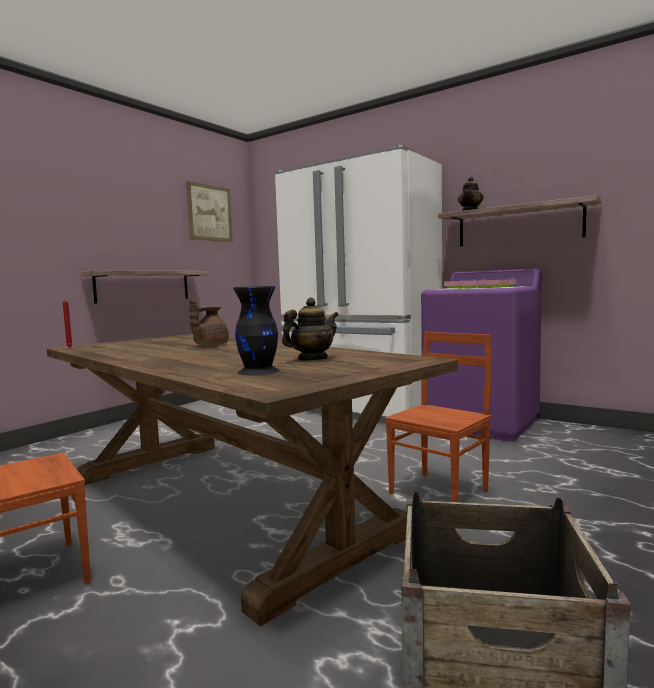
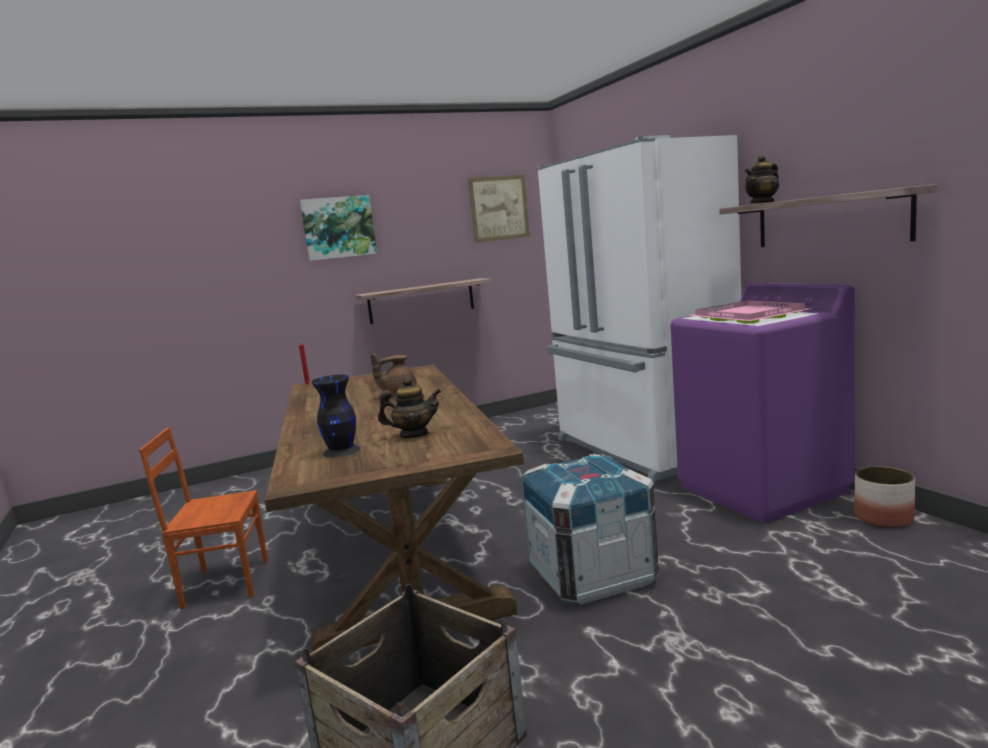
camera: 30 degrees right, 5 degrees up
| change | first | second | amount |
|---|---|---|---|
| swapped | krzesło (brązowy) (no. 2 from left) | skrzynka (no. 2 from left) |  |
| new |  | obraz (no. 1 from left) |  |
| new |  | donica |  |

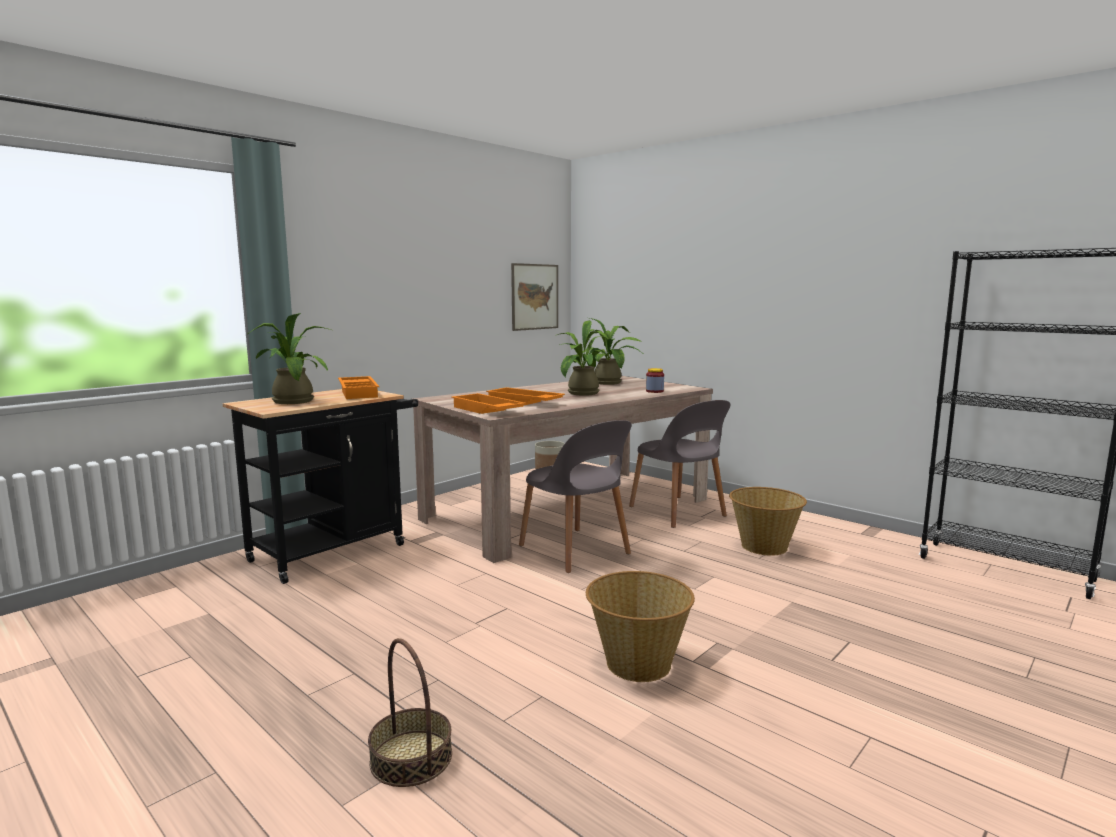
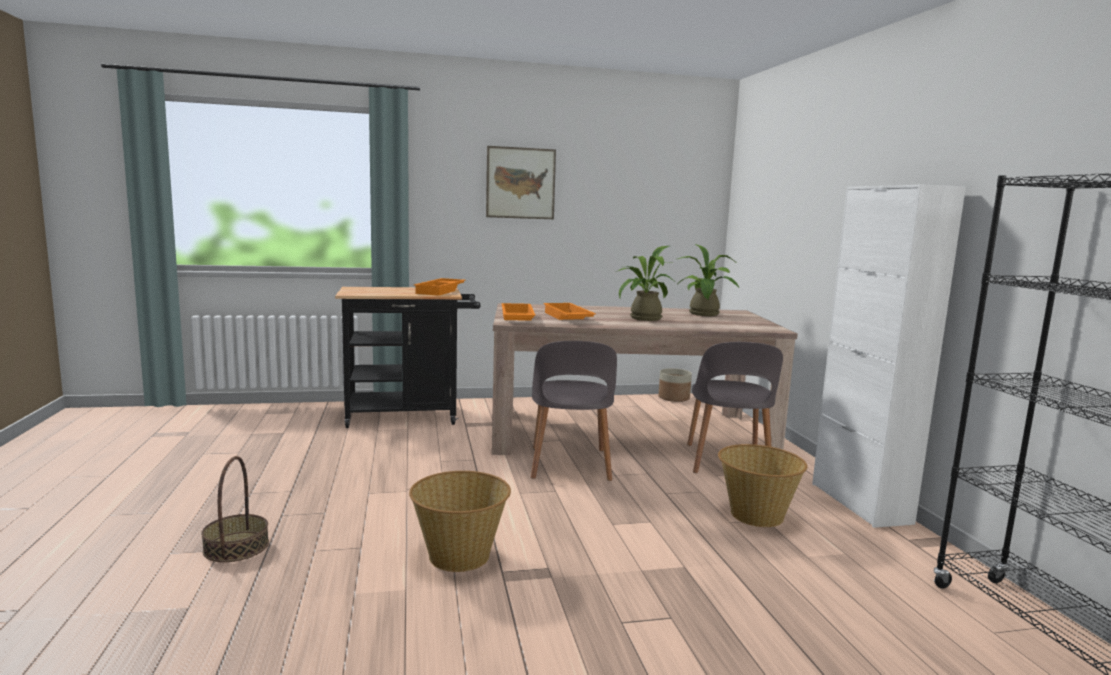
camera: 35 degrees right, 0 degrees up
| change | first | second | amount |
|---|---|---|---|
| shifted | obraz |  |  |
| gone | roślina doniczkowa (no. 1 from left) |  |  |
| gone | słoik |  |  |
| new |  | szafka (biały) |  |

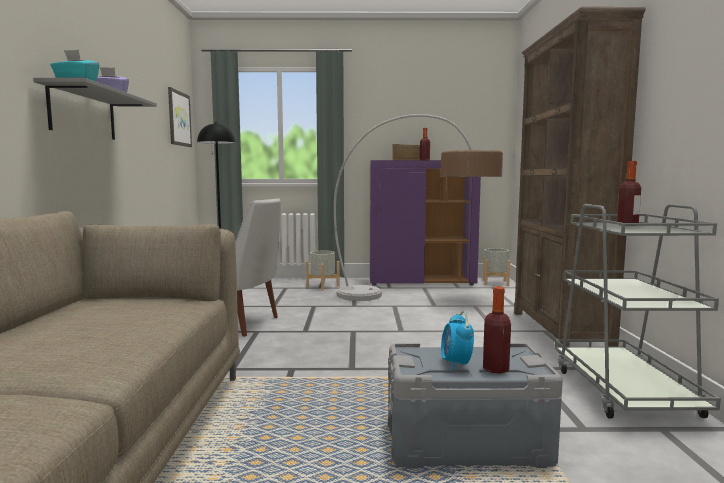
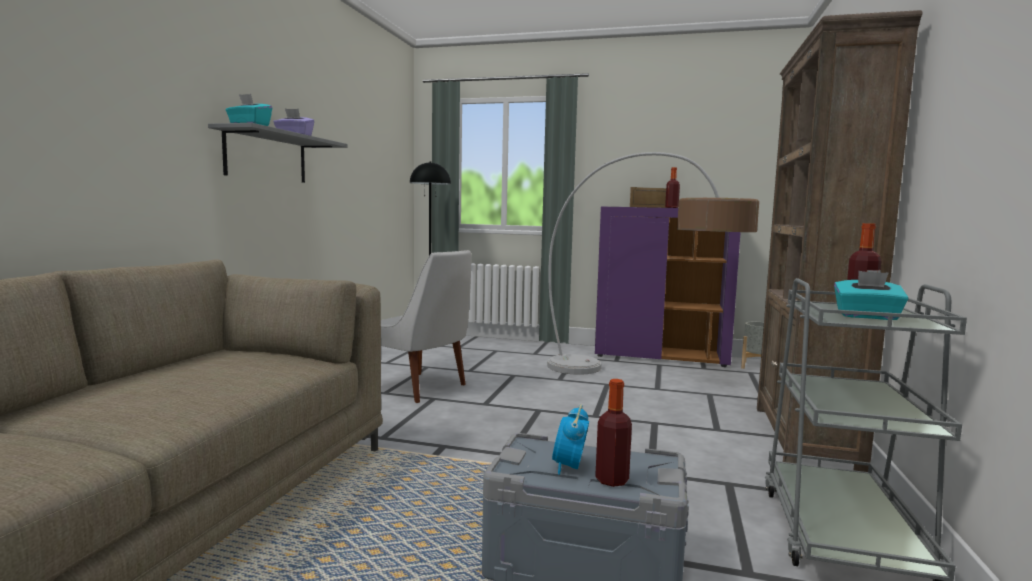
camera: 15 degrees right, 0 degrees up
| change | first | second | amount |
|---|---|---|---|
| gone | obraz |  |  |
| gone | donica (szary) (no. 1 from left) |  |  |
| new |  | pudełko chusteczek (turkusowy) (no. 2 from left) |  |

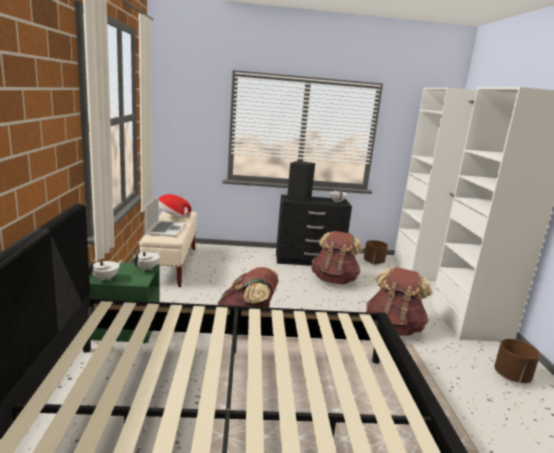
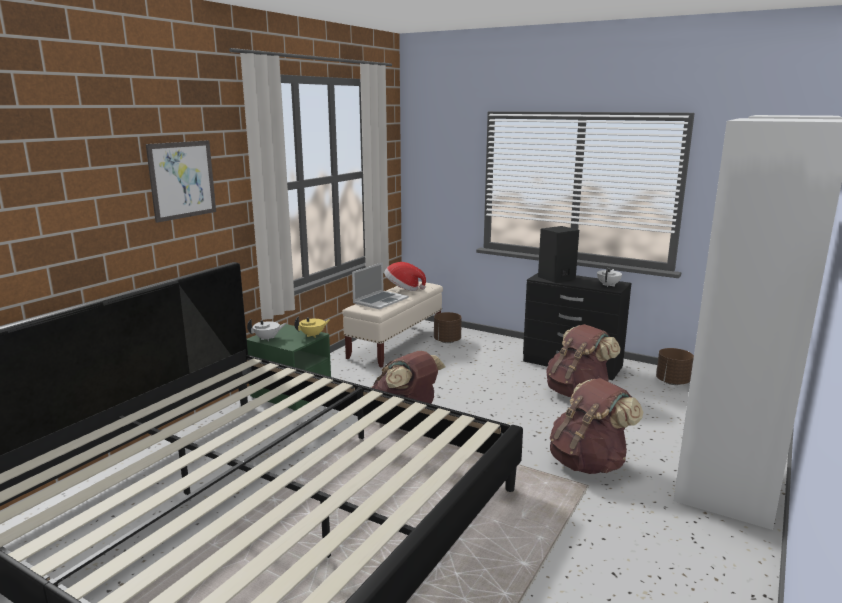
camera: 35 degrees right, 0 degrees up
| change | first | second | amount |
|---|---|---|---|
| repainted | imbryk (biały) (no. 2 from left) | imbryk (żółty) |  |
| shifted | donica (brązowy) (no. 2 from left in the first image) | donica (brązowy) (no. 1 from left) |  |
| new |  | obraz |  |

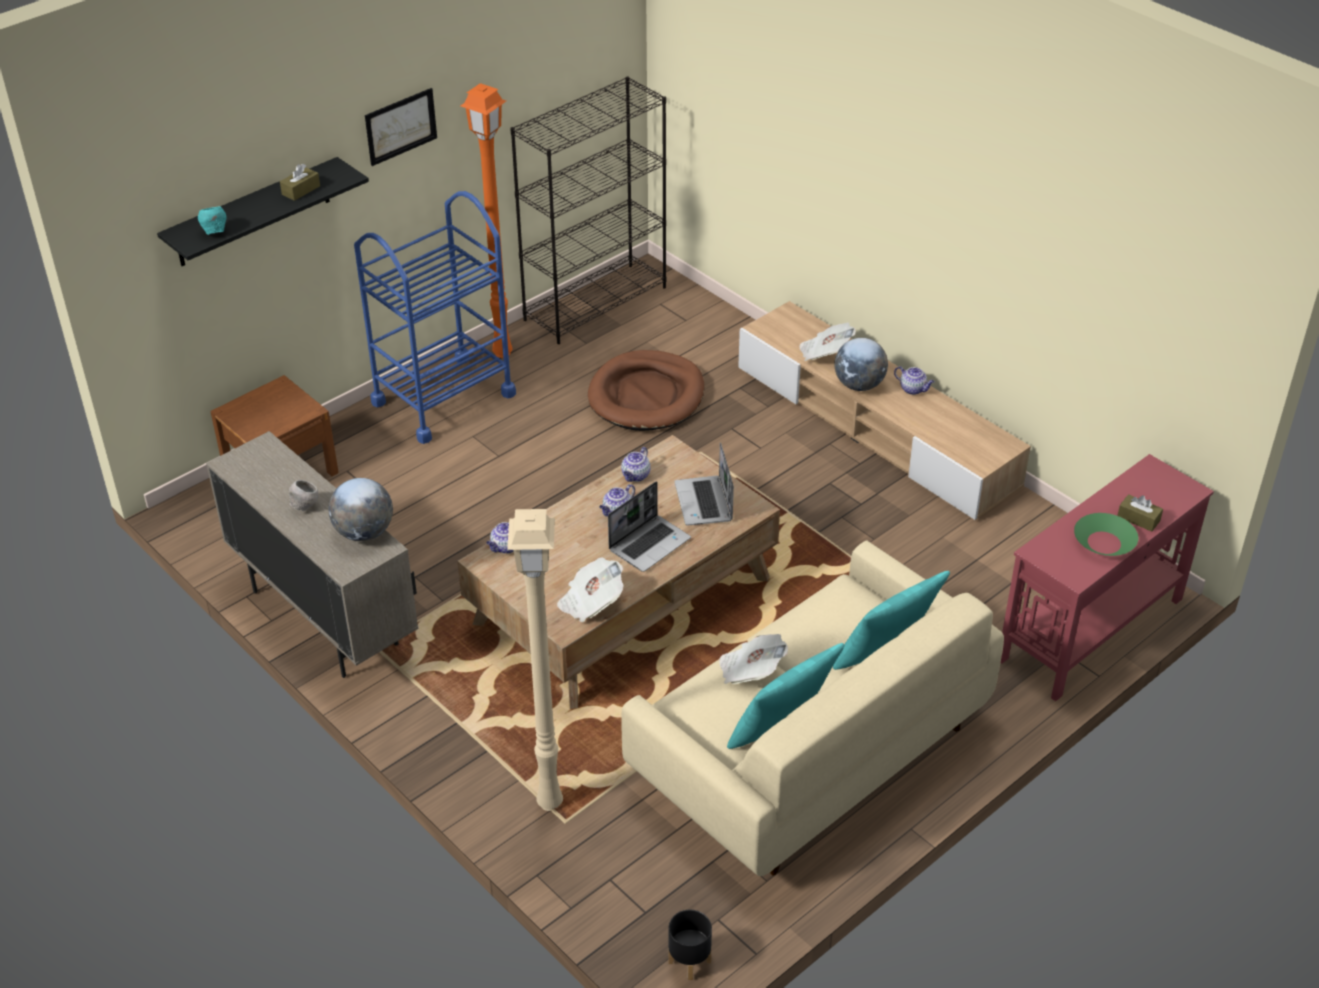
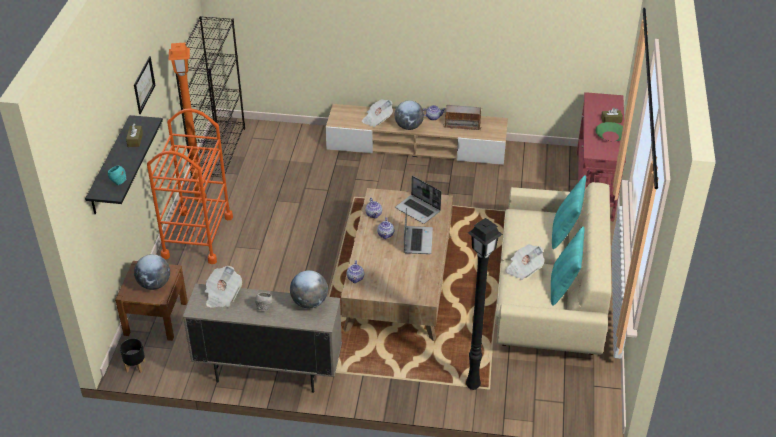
camera: 40 degrees left, 0 degrees up
| change | first | second | amount |
|---|---|---|---|
| repainted | wózek (niebieski) | wózek (pomarańczowy) |  |
| gone | legowisko (brązowy) |  |  |
| repainted | lampa stojąca (beżowy) | lampa stojąca (czarny) |  |
| shifted | gazeta (no. 1 from left) |  |  |
| shifted | donica (czarny) |  |  |
| new |  | radio |  |
| new |  | globus (no. 1 from left) |  |

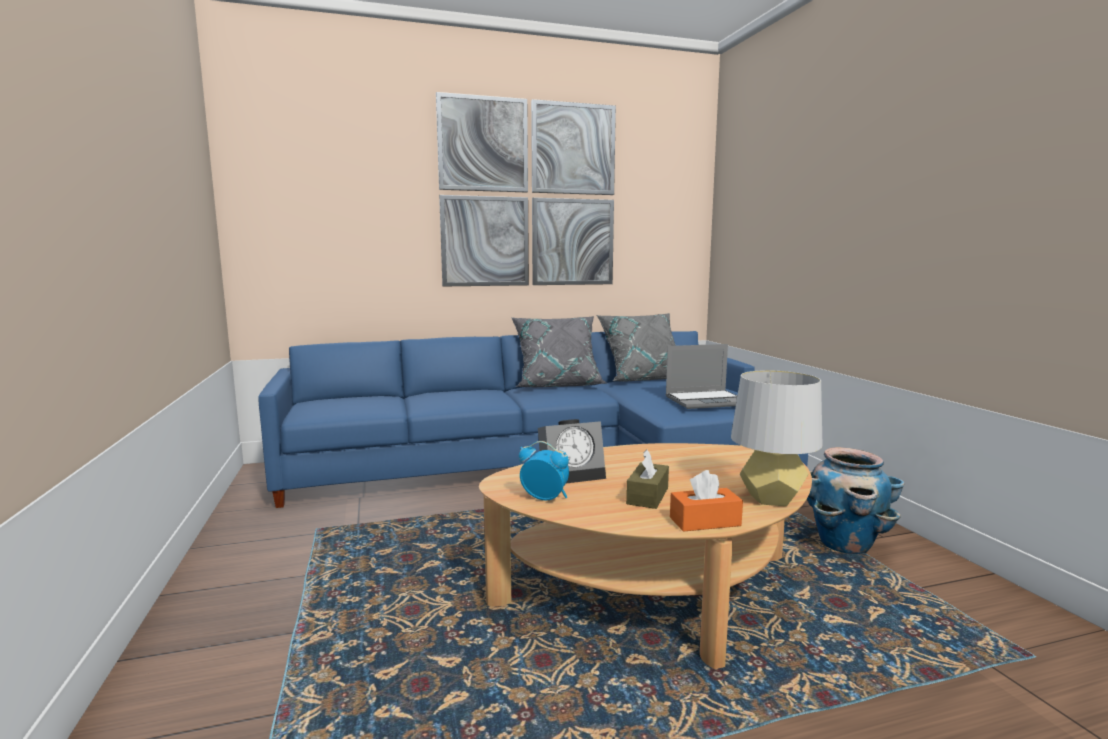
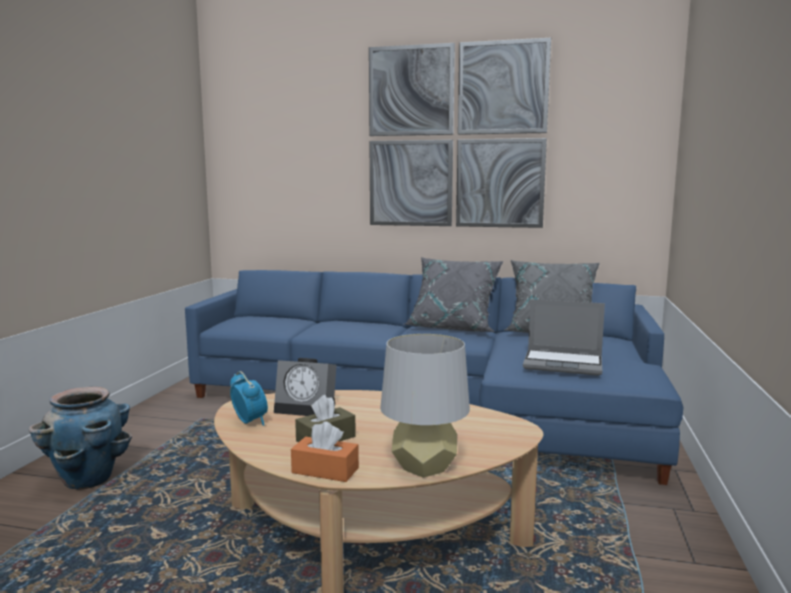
camera: 30 degrees right, 0 degrees up
| change | first | second | amount |
|---|---|---|---|
| shifted | donica |  |  |

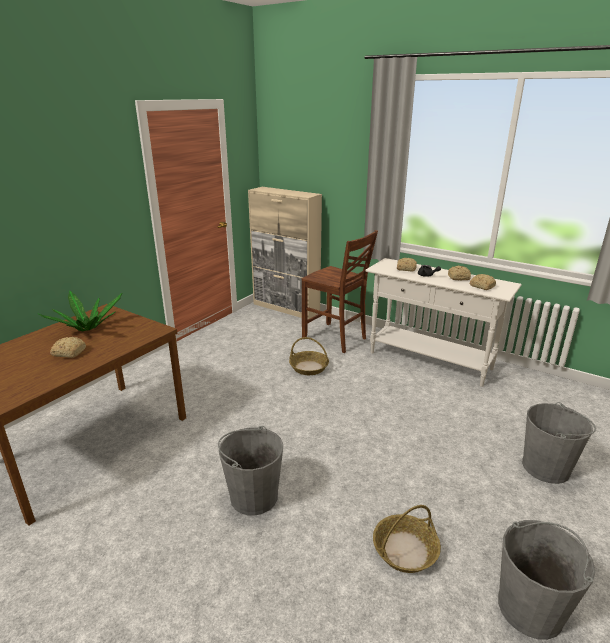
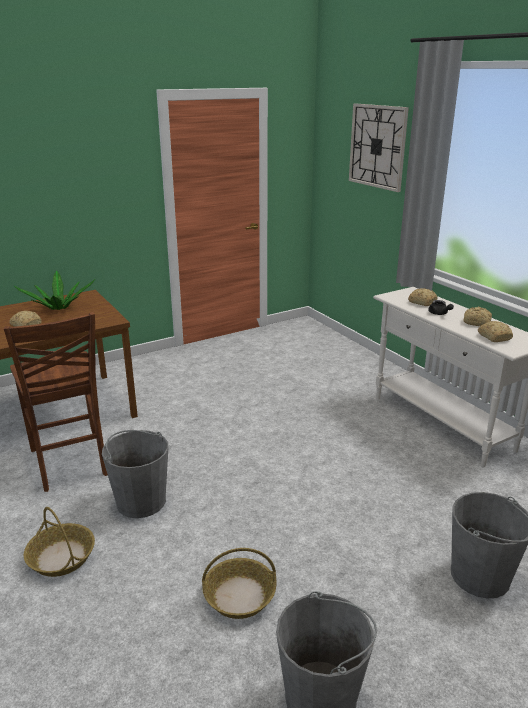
camera: 25 degrees right, 0 degrees up
| change | first | second | amount |
|---|---|---|---|
| gone | szafka (beżowy) |  |  |
| shifted | krzesło (brązowy) |  |  |
| shifted | koszyk (no. 1 from left) |  |  |
| new |  | zegar ścienny |  |

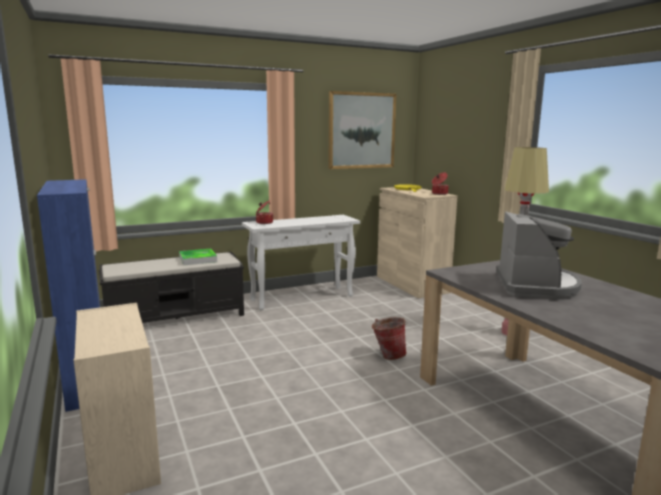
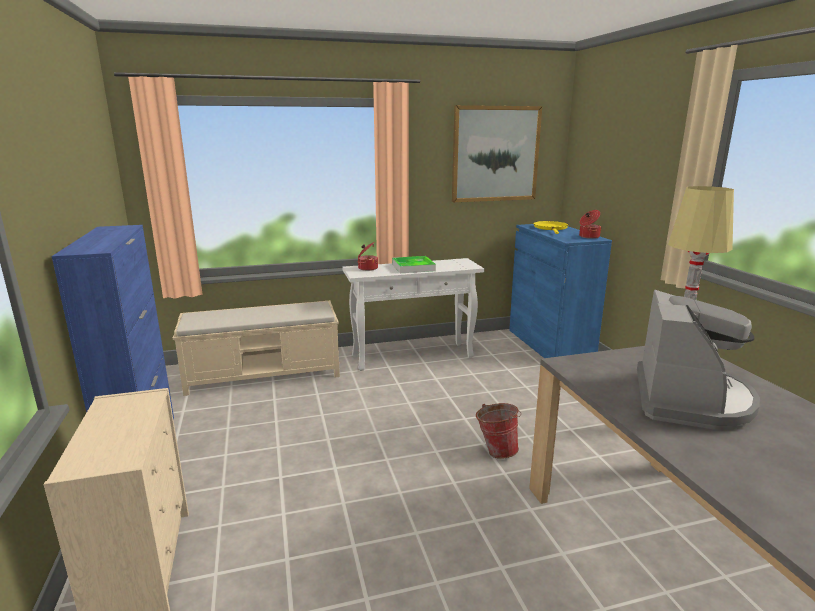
camera: 10 degrees right, 5 degrees up
| change | first | second | amount |
|---|---|---|---|
| repainted | szafka (beżowy) | szafka (niebieski) (no. 2 from left) |  |
| shifted | taca |  |  |
| repainted | ławka (czarny) | ławka (beżowy) |  |

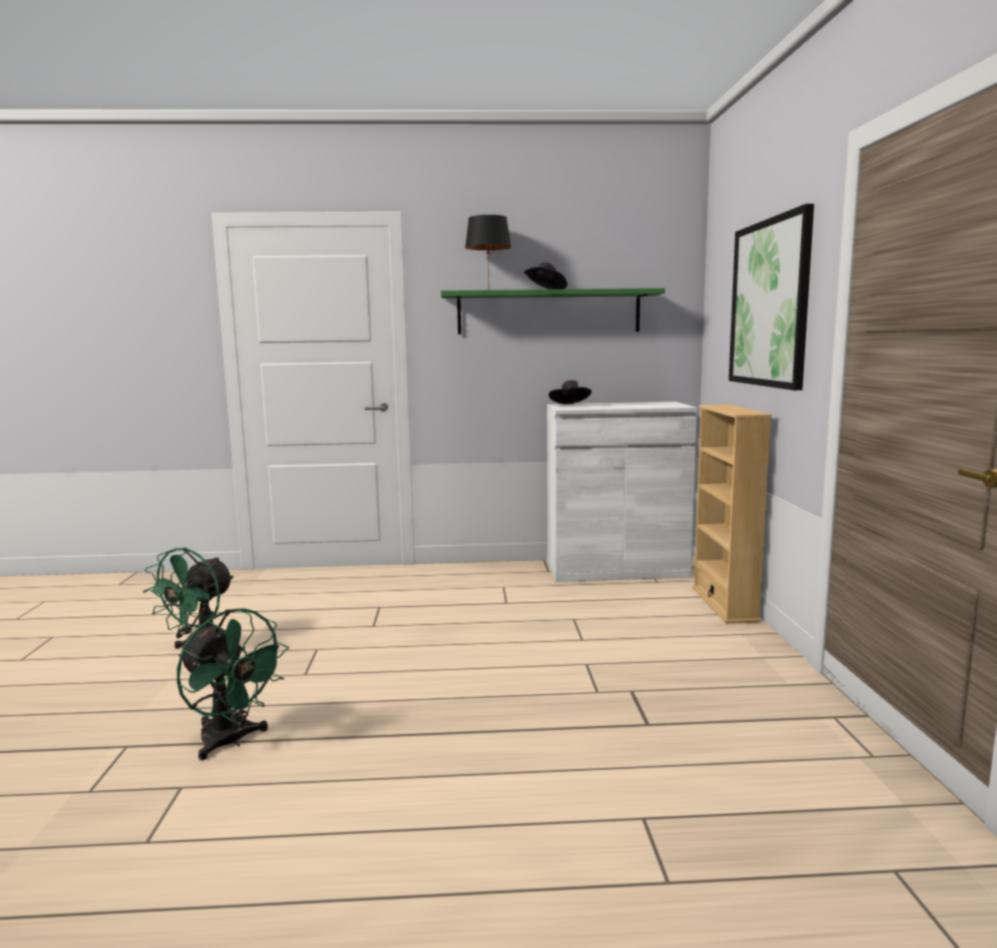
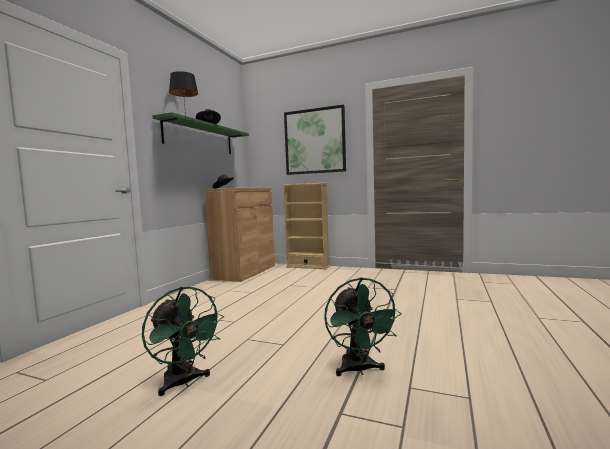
camera: 65 degrees left, 5 degrees down
| change | first | second | amount |
|---|---|---|---|
| repainted | szafka (biały) | szafka (brązowy) |  |
| rotated | wentylator (zielony) (no. 2 from left) |  | 105 degrees clockwise |

